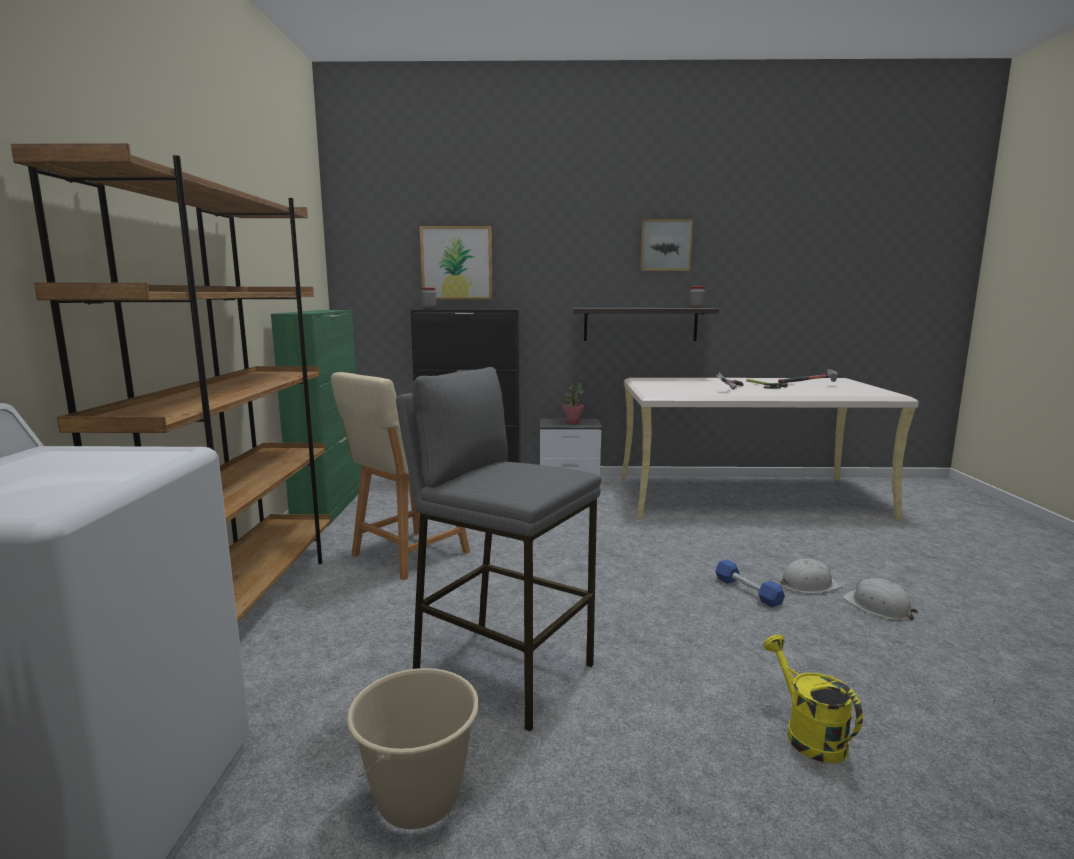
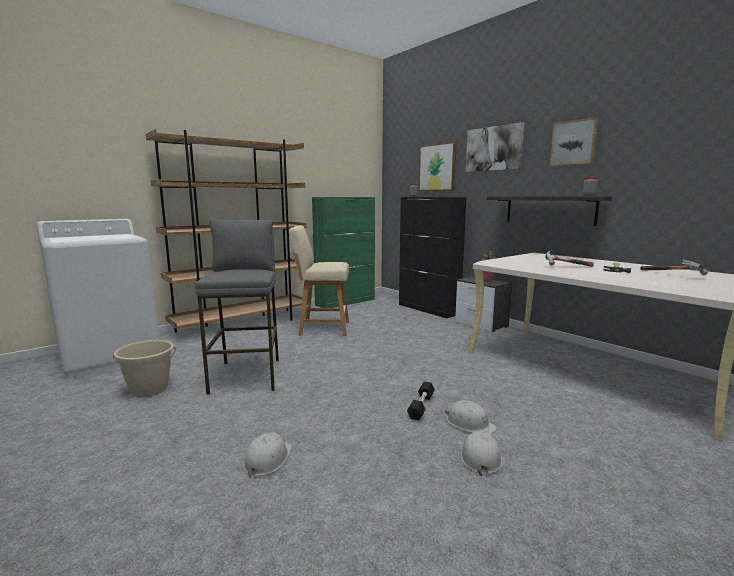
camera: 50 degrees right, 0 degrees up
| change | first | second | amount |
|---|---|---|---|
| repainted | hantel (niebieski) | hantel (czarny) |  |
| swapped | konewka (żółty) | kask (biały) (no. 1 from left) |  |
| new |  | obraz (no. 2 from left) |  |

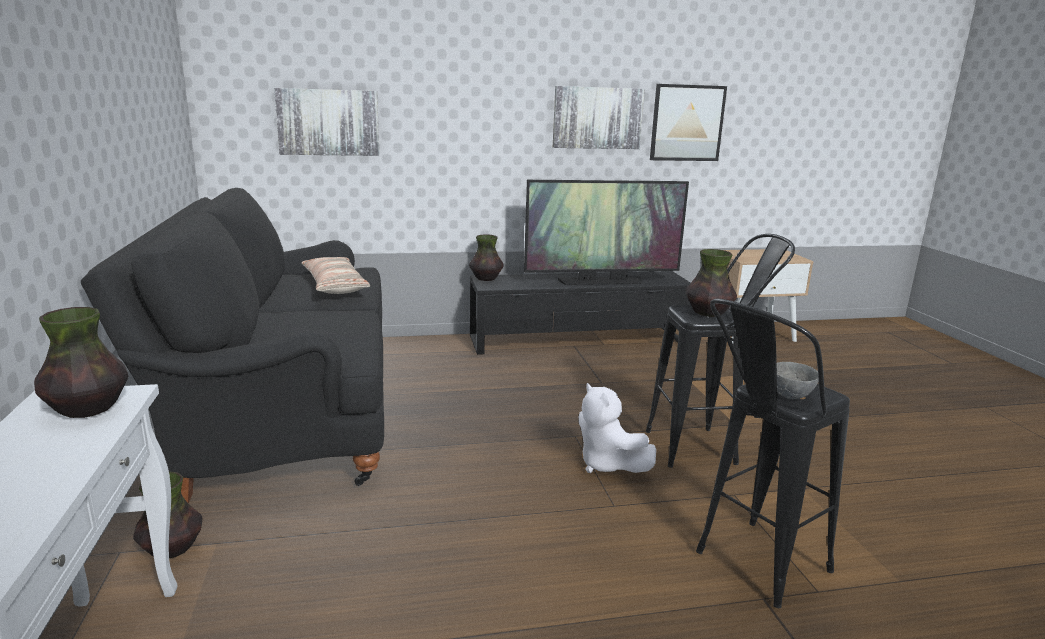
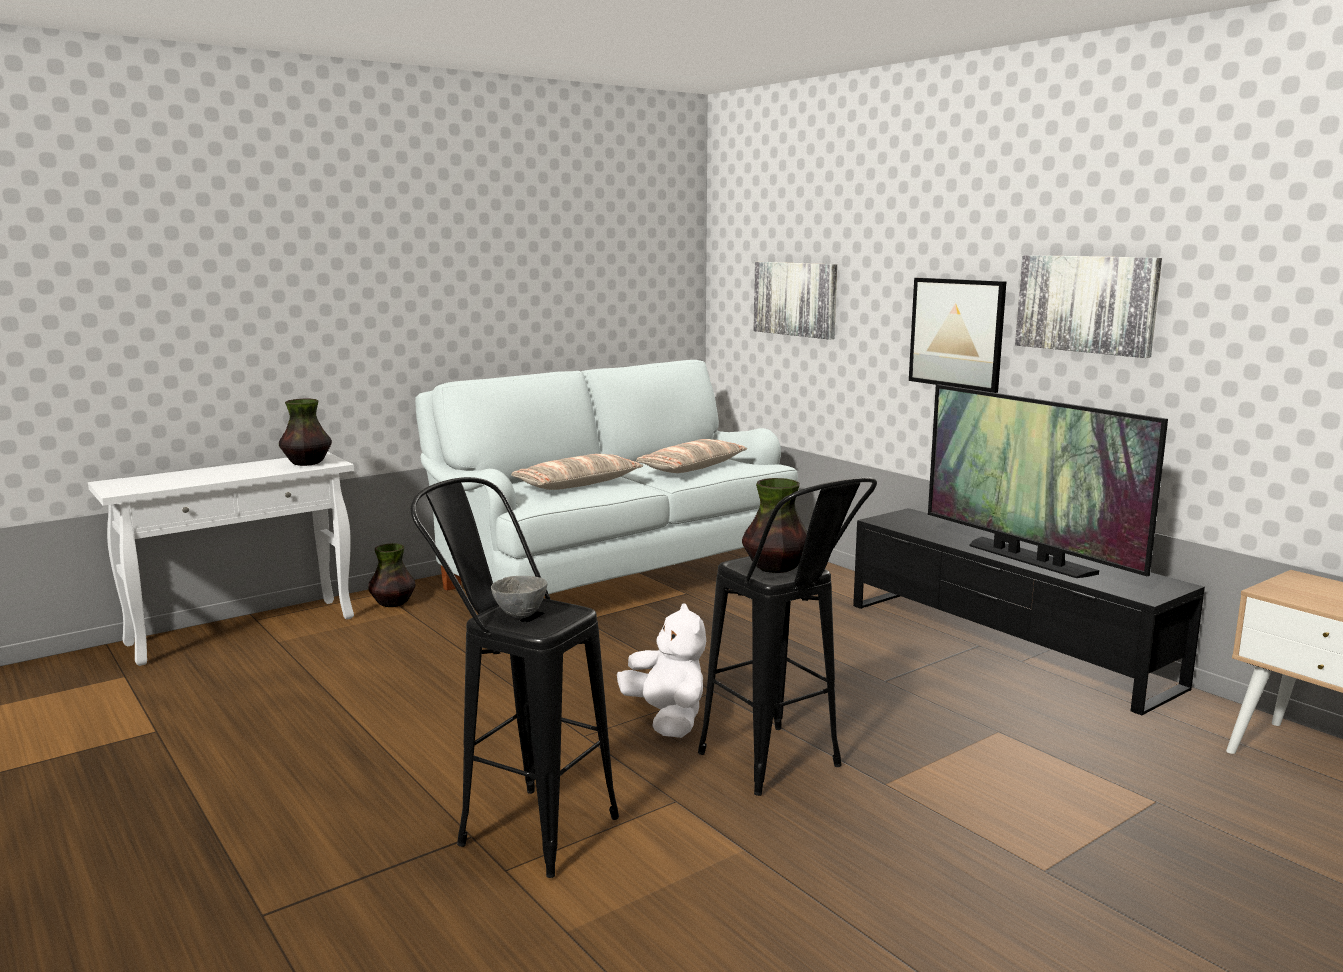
camera: 65 degrees right, 5 degrees down
| change | first | second | amount |
|---|---|---|---|
| shifted | obraz (no. 3 from left in the first image) | obraz (no. 2 from left) |  |
| repainted | kanapa (czarny) | kanapa (biały) |  |
| gone | wazon (no. 3 from left) |  |  |
| rotated | pluszak (biały) |  | 120 degrees clockwise |
| new |  | poduszka (no. 1 from left) |  |

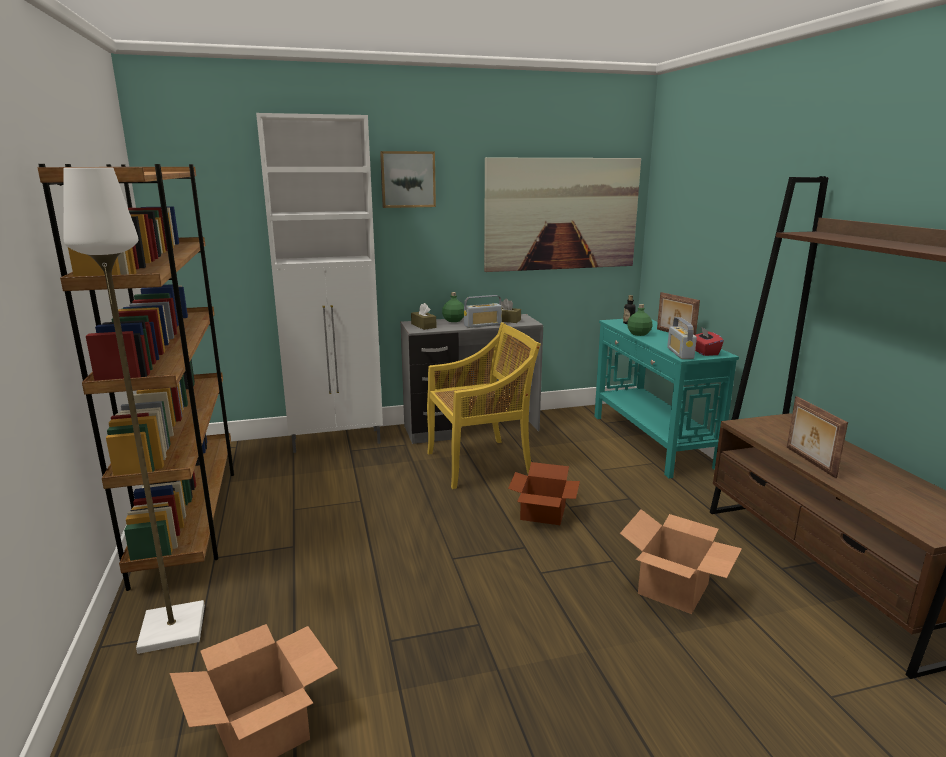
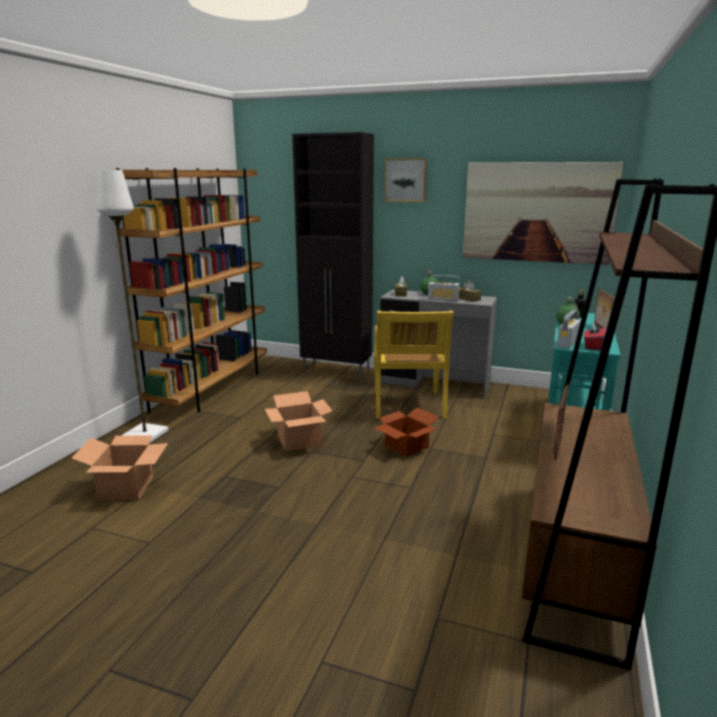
camera: 35 degrees right, 0 degrees up
| change | first | second | amount |
|---|---|---|---|
| repainted | szafka (biały) | szafka (czarny) |  |
| rotated | krzesło (żółty) |  | 75 degrees clockwise |
| shifted | karton (no. 3 from left in the first image) | karton (no. 2 from left) |  |

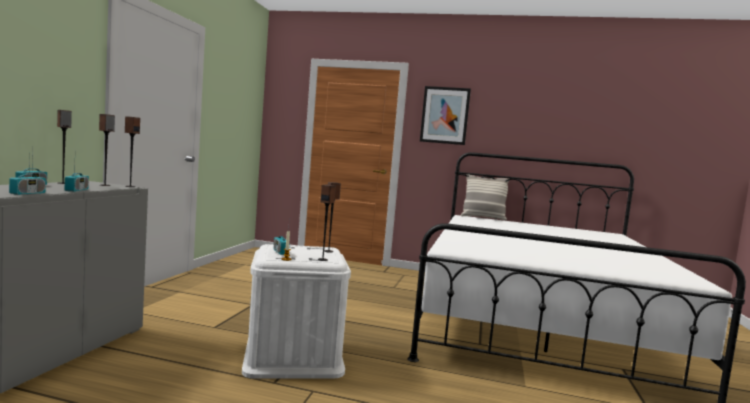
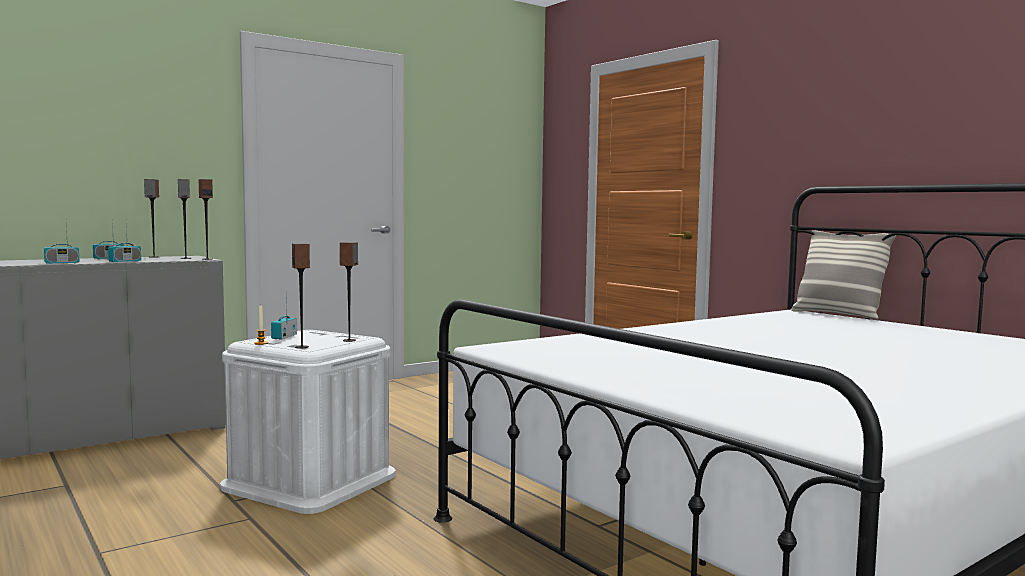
camera: 40 degrees right, 0 degrees up
| change | first | second | amount |
|---|---|---|---|
| gone | obraz |  |  |

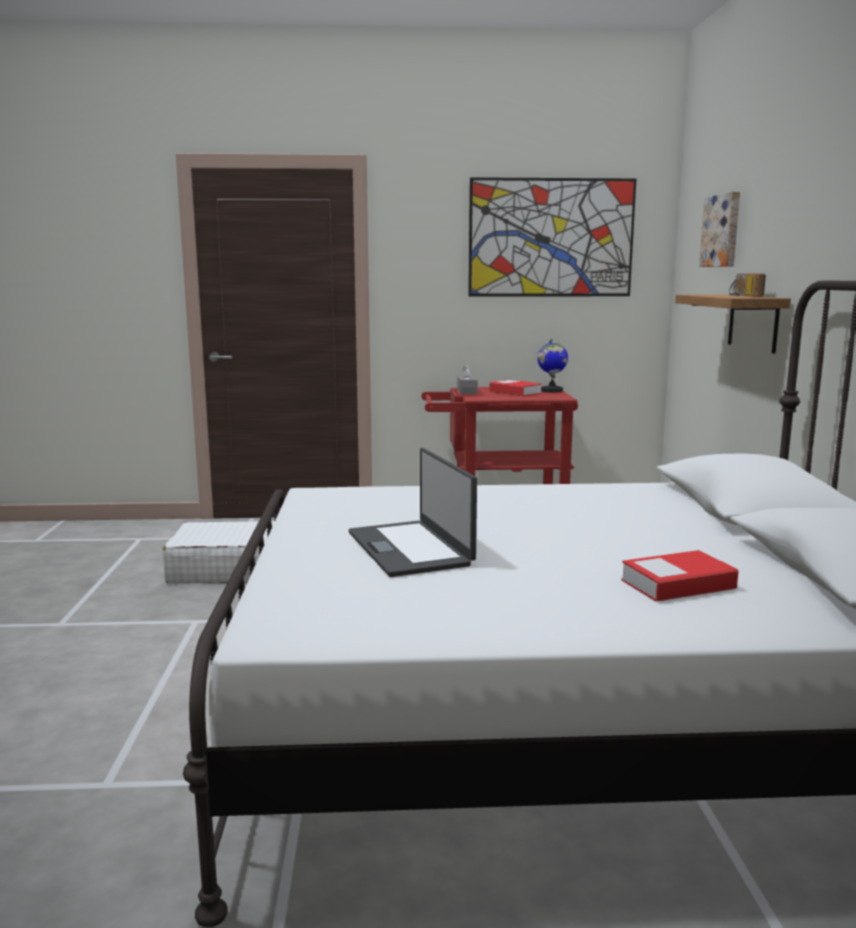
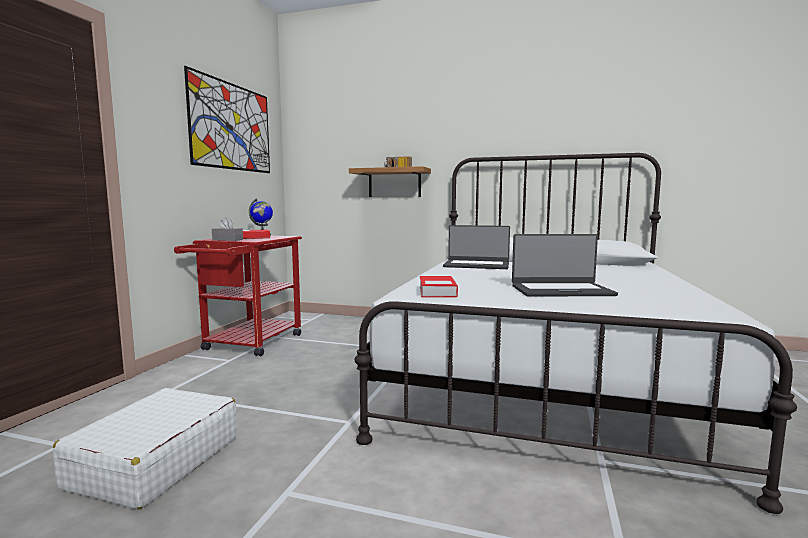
camera: 70 degrees left, 5 degrees down
| change | first | second | amount |
|---|---|---|---|
| gone | obraz (no. 2 from left) |  |  |
| shifted | książka (no. 2 from left) |  |  |
| new |  | laptop (no. 1 from left) |  |

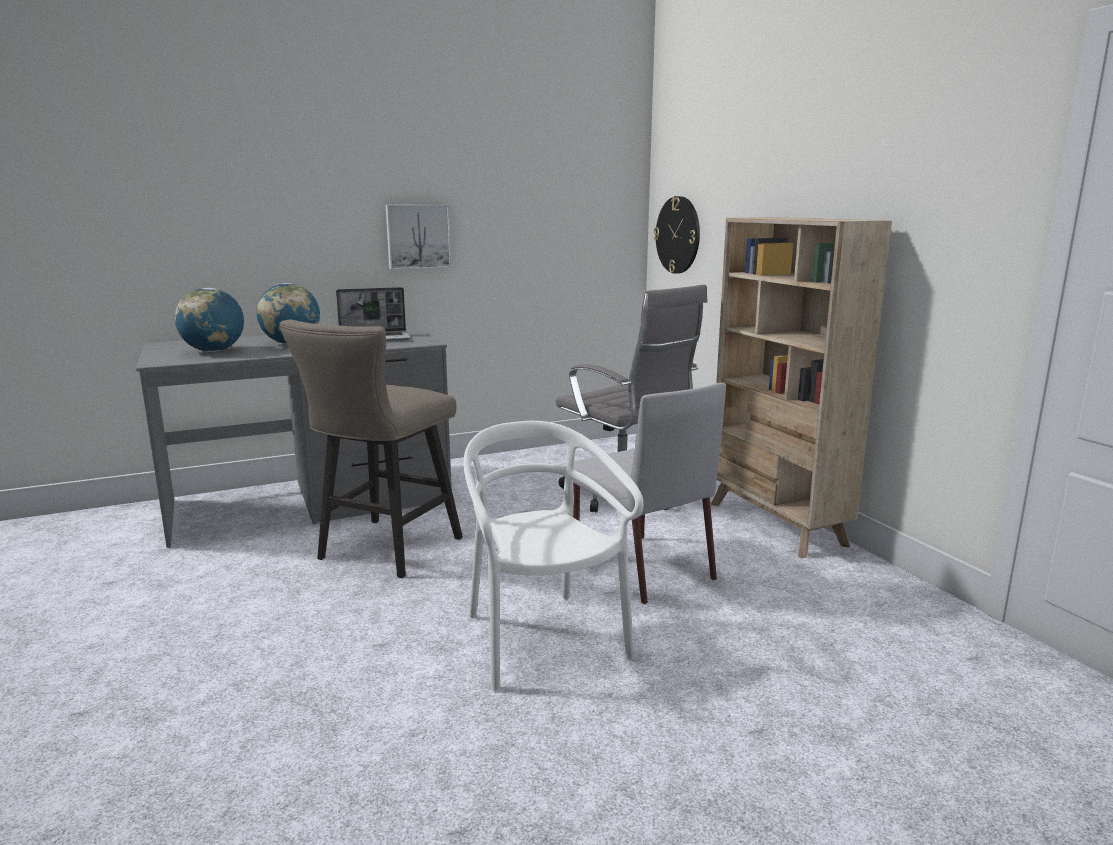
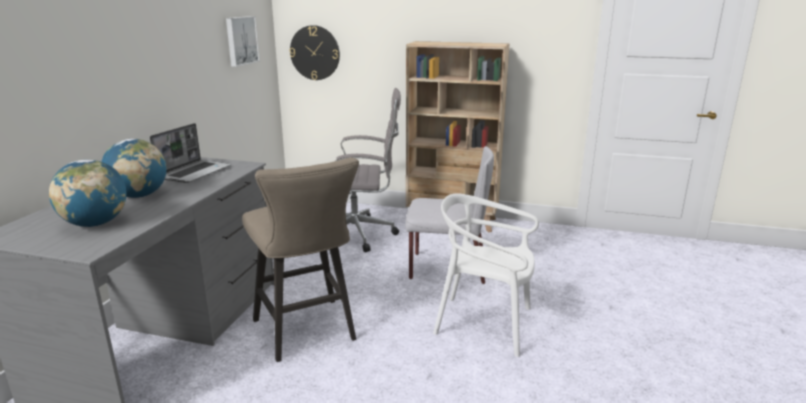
camera: 50 degrees left, 5 degrees up
| change | first | second | amount |
|---|---|---|---|
| shifted | obraz |  |  |

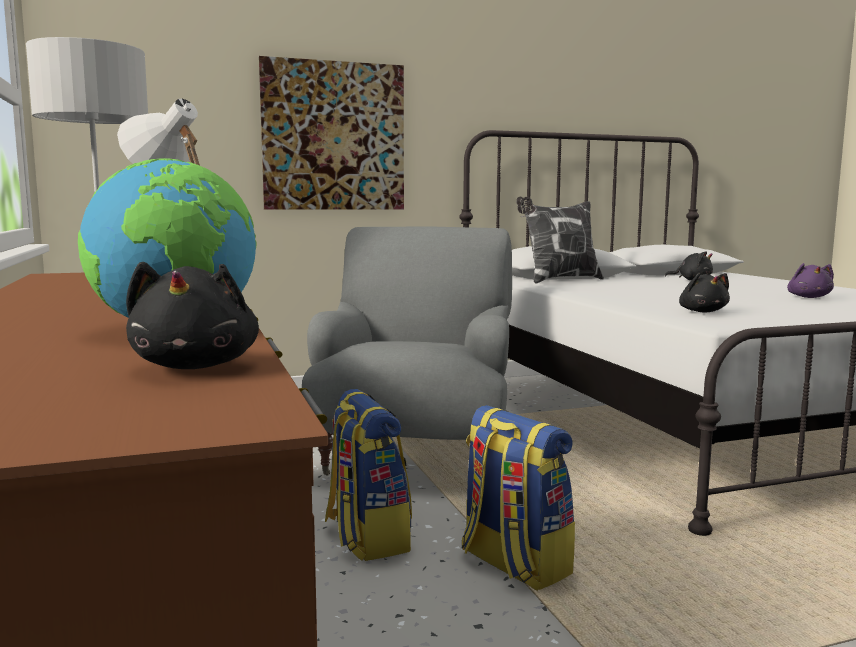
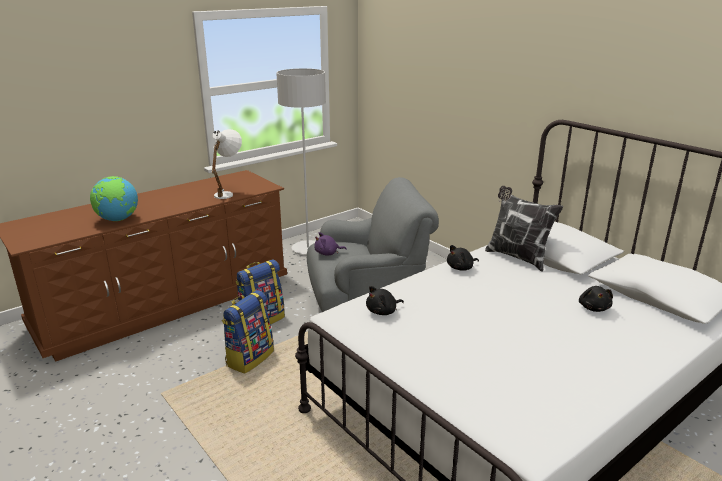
camera: 70 degrees right, 15 degrees up
| change | first | second | amount |
|---|---|---|---|
| gone | obraz |  |  |
| shifted | pluszak (czarny) (no. 1 from left in the first image) | pluszak (czarny) (no. 2 from left) |  |
| shifted | pluszak (fioletowy) |  |  |

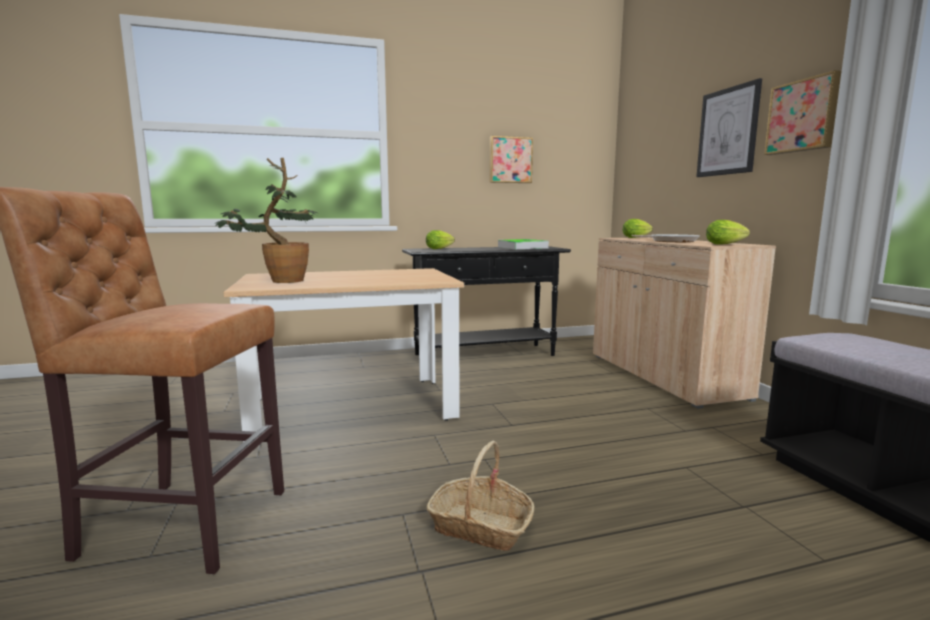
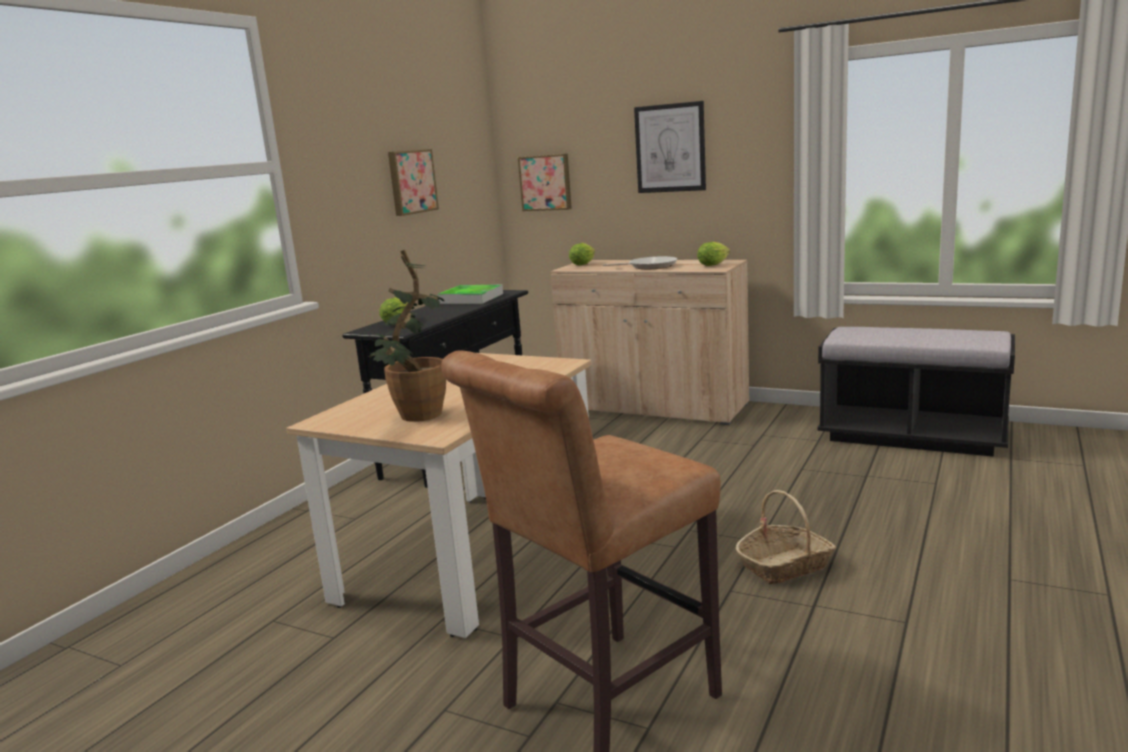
camera: 45 degrees left, 5 degrees up
| change | first | second | amount |
|---|---|---|---|
| shifted | obraz (no. 3 from left in the first image) | obraz (no. 2 from left) |  |

